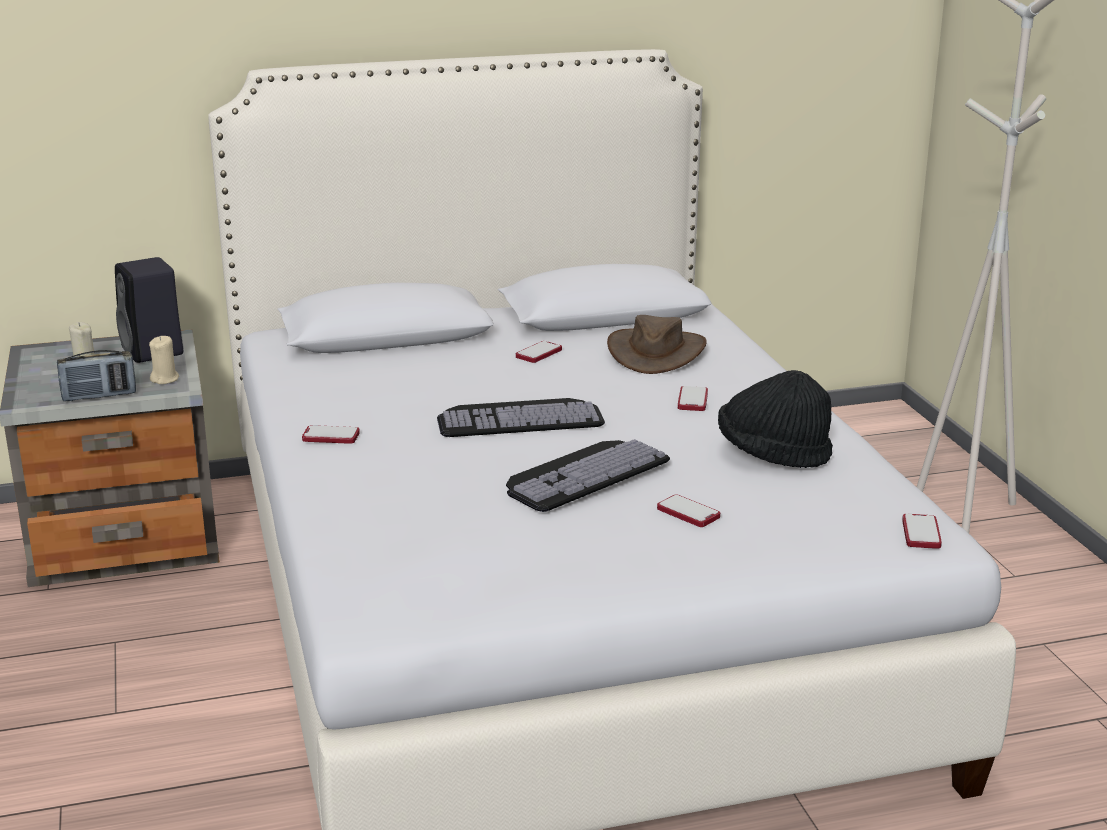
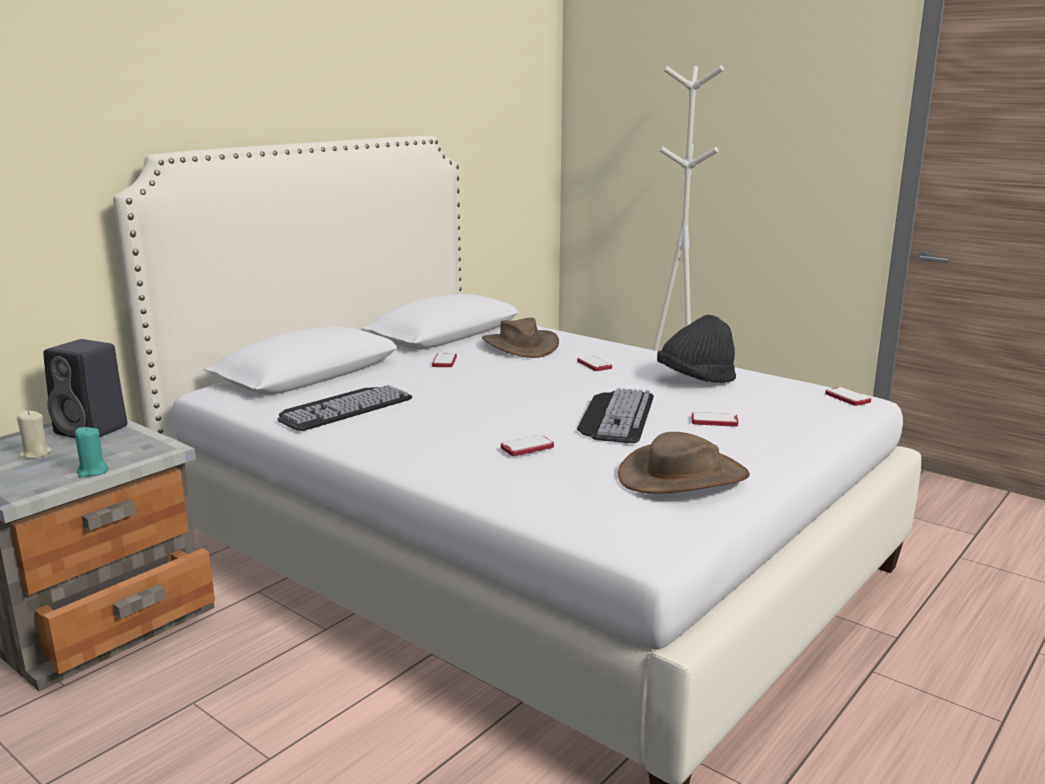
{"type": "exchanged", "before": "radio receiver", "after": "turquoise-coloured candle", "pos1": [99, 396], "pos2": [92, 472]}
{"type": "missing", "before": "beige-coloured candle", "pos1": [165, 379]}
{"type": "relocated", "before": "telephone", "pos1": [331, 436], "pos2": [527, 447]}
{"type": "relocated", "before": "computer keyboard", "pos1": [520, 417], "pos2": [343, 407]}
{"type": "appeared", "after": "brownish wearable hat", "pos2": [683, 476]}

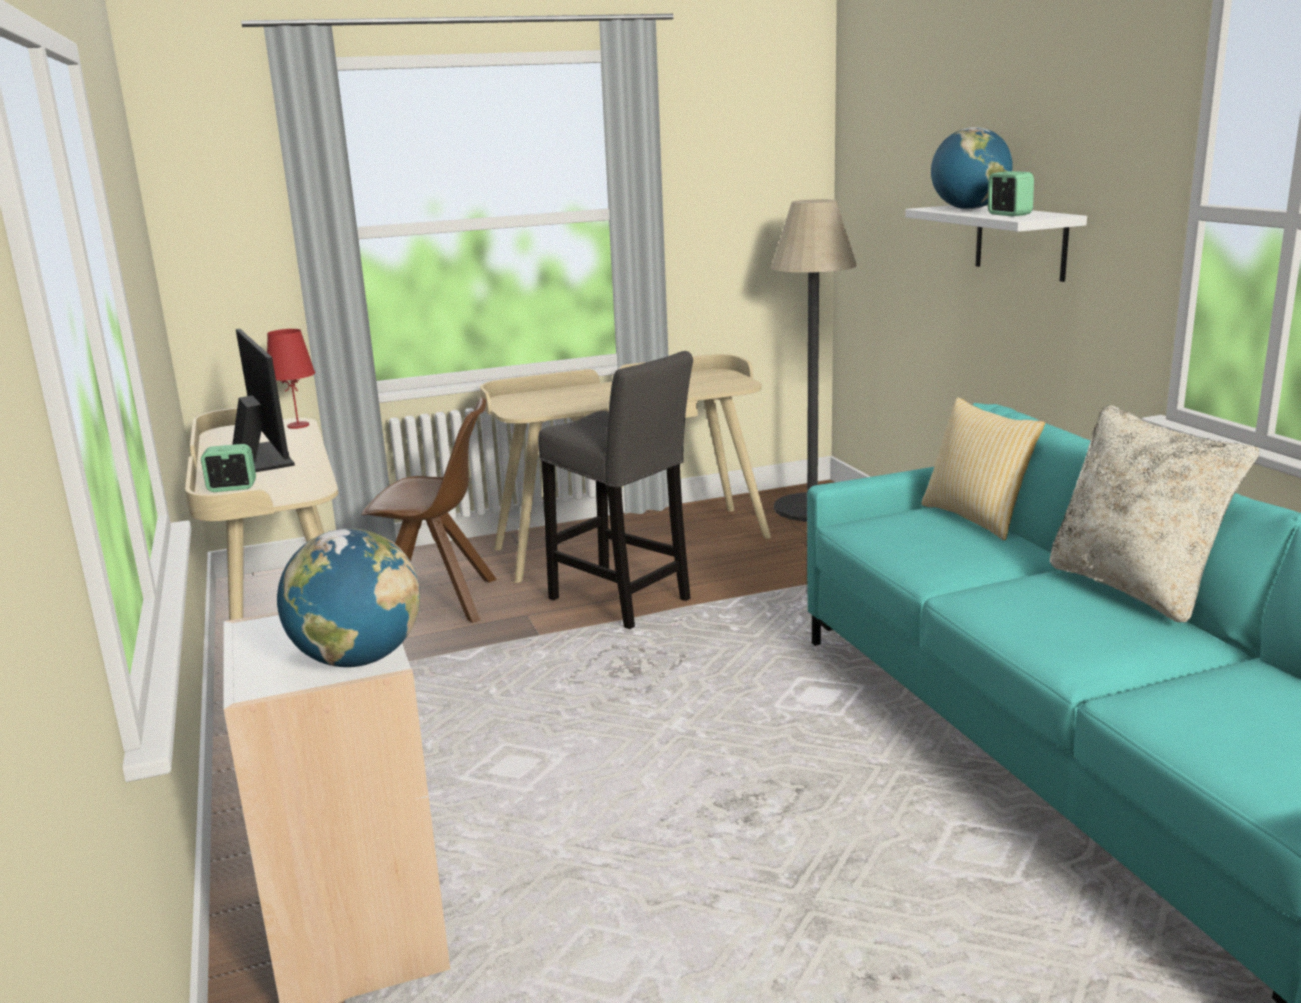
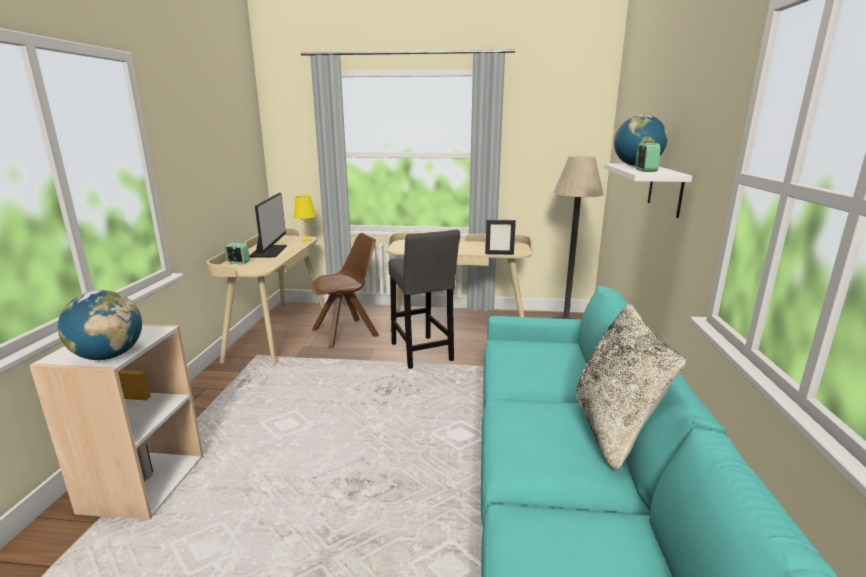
{"type": "colour", "before": "red tabletop lamp", "after": "yellow tabletop lamp", "pos1": [298, 425], "pos2": [307, 240]}
{"type": "spun", "before": "brownish chair", "pos1": [439, 601], "pos2": [347, 332], "turn": -60}
{"type": "missing", "before": "pillow", "pos1": [977, 518]}
{"type": "appeared", "after": "picture frame", "pos2": [499, 253]}

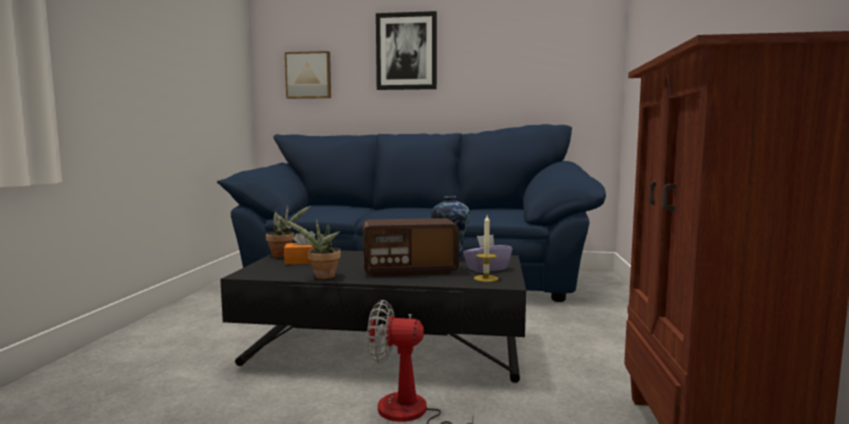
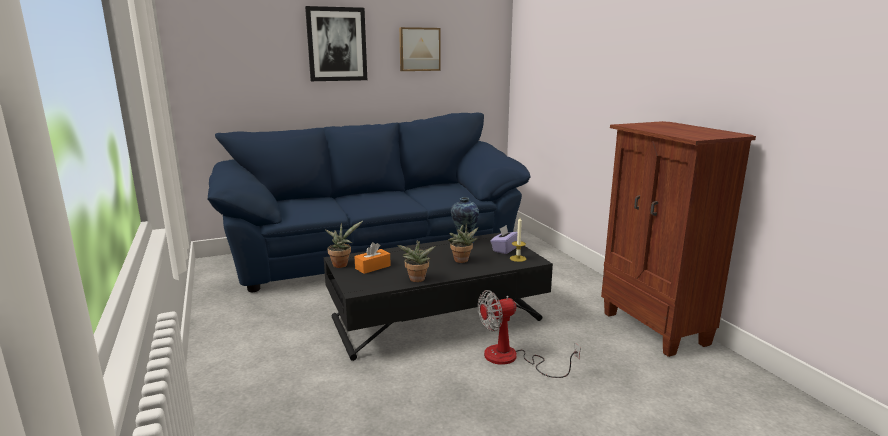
{"type": "relocated", "before": "picture", "pos1": [309, 75], "pos2": [419, 49]}
{"type": "exchanged", "before": "radio receiver", "after": "houseplant", "pos1": [409, 270], "pos2": [462, 261]}

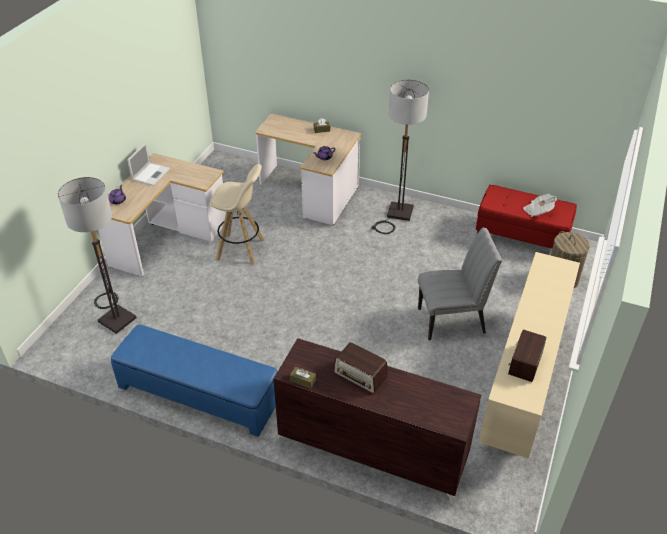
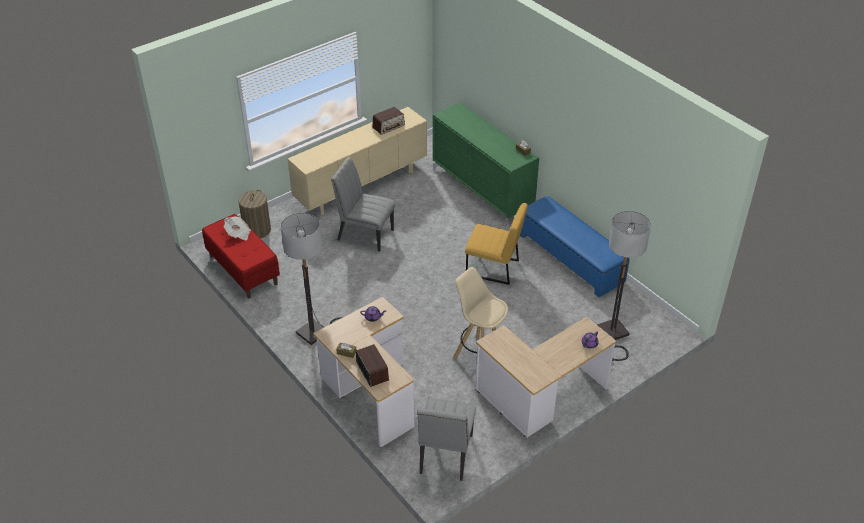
{"type": "missing", "before": "laptop", "pos1": [151, 174]}
{"type": "colour", "before": "brownish drawer chest", "after": "green-coloured drawer chest", "pos1": [372, 452], "pos2": [482, 190]}
{"type": "relocated", "before": "radio receiver", "pos1": [360, 375], "pos2": [372, 371]}
{"type": "appeared", "after": "gray chair", "pos2": [446, 453]}
{"type": "appeared", "after": "yellow chair", "pos2": [494, 268]}

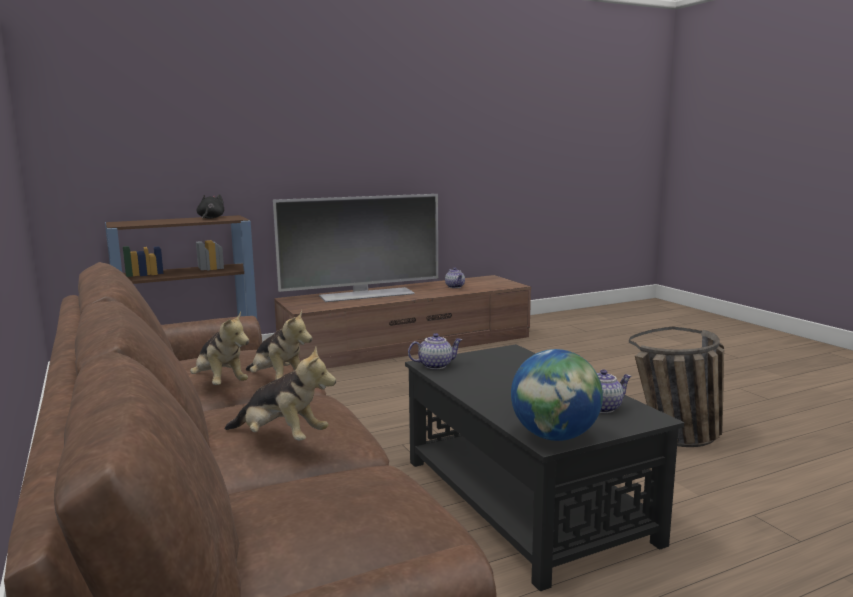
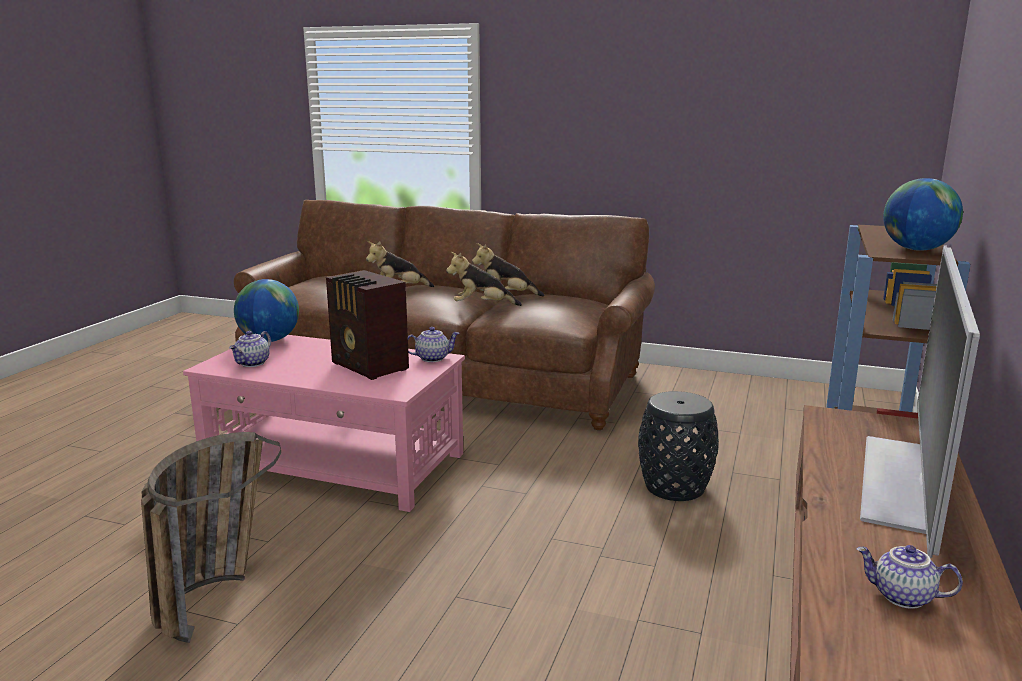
{"type": "exchanged", "before": "black-coloured plush toy", "after": "globe", "pos1": [210, 218], "pos2": [916, 249]}
{"type": "colour", "before": "black-coloured lounge table", "after": "pink lounge table", "pos1": [523, 498], "pos2": [336, 463]}
{"type": "spun", "before": "teapot", "pos1": [435, 365], "pos2": [432, 358], "turn": -135}
{"type": "appeared", "after": "radio receiver", "pos2": [369, 367]}
{"type": "appeared", "after": "black-coloured stool seat", "pos2": [675, 487]}

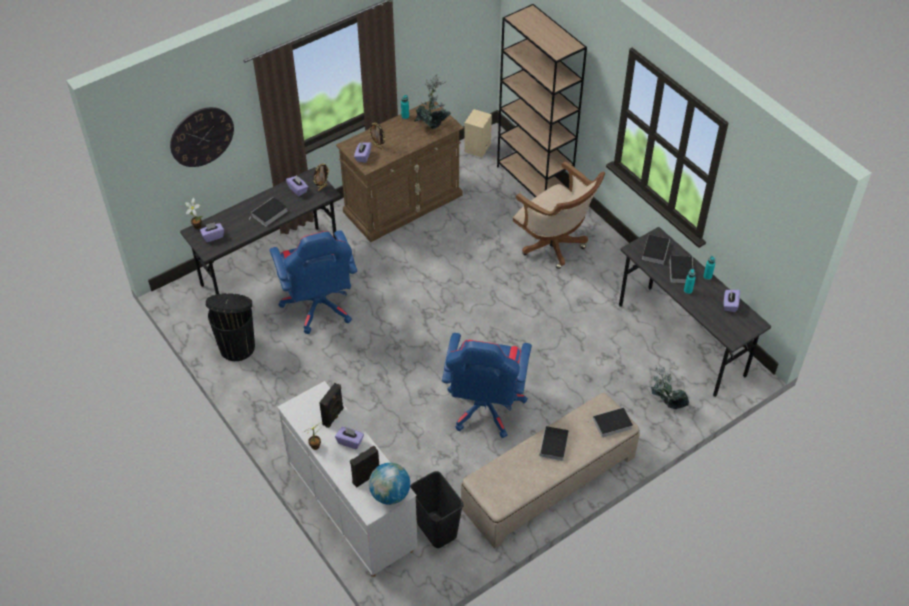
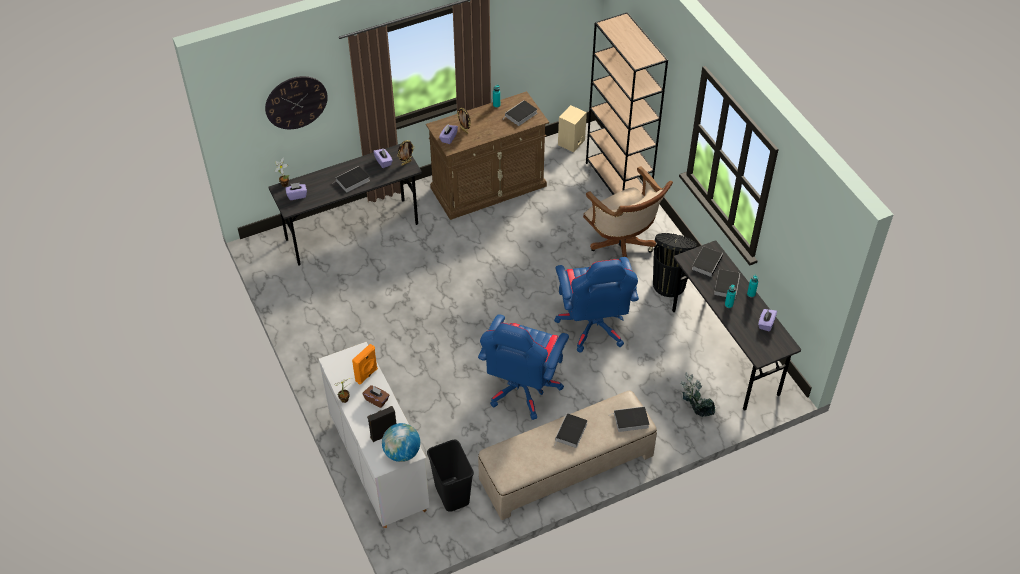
{"type": "relocated", "before": "black-coloured rubbish bin", "pos1": [237, 346], "pos2": [669, 283]}
{"type": "relocated", "before": "blue computer chair", "pos1": [318, 305], "pos2": [593, 325]}
{"type": "colour", "before": "black-coloured audio speaker", "after": "orange audio speaker", "pos1": [333, 416], "pos2": [367, 375]}
{"type": "colour", "before": "purple-coloured tissue holder", "after": "brownish tissue holder", "pos1": [350, 441], "pos2": [377, 400]}
{"type": "exchanged", "before": "houseplant", "after": "bound book", "pos1": [432, 124], "pos2": [520, 115]}

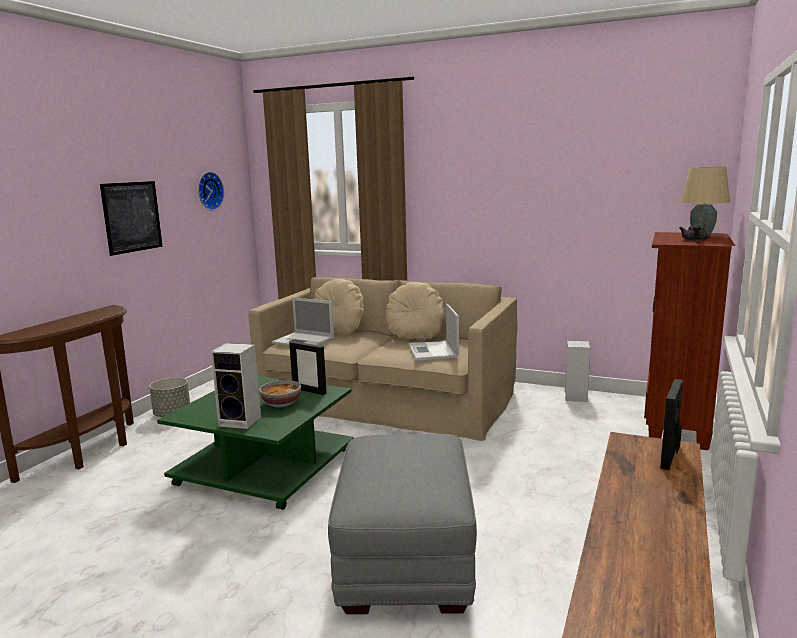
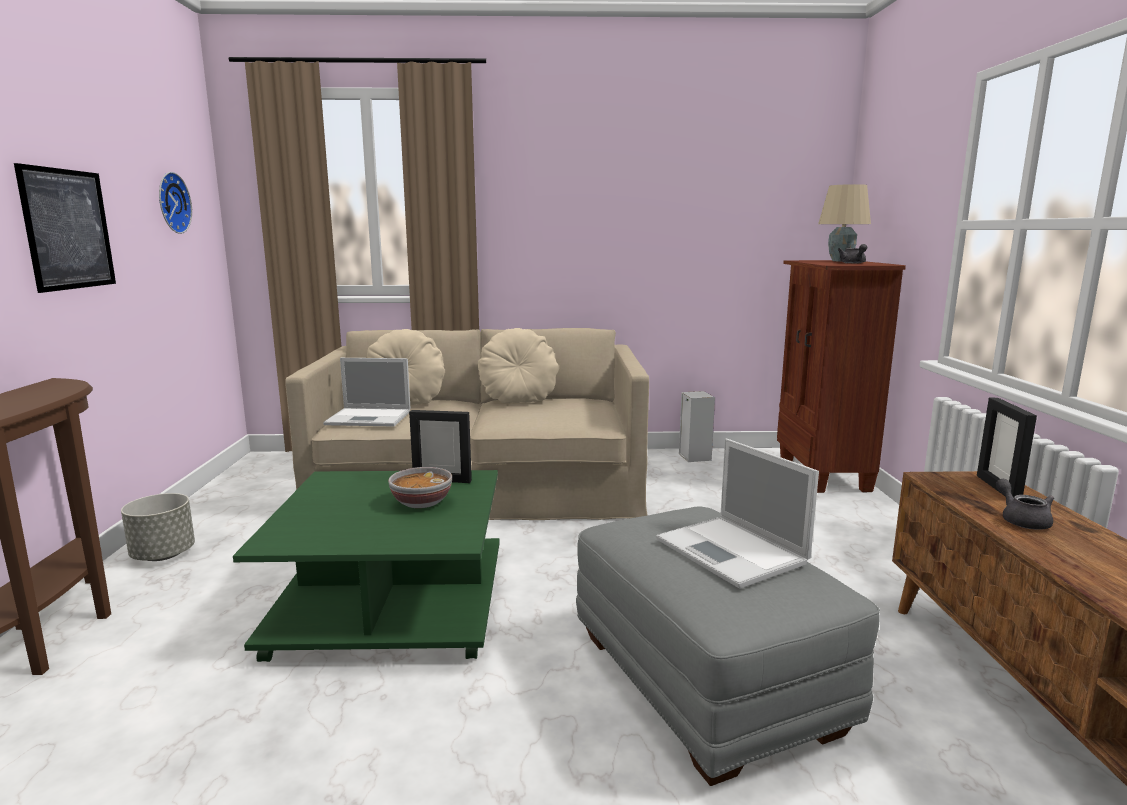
{"type": "missing", "before": "audio speaker", "pos1": [242, 421]}
{"type": "relocated", "before": "laptop", "pos1": [433, 351], "pos2": [733, 552]}
{"type": "appeared", "after": "gray teapot", "pos2": [1022, 520]}

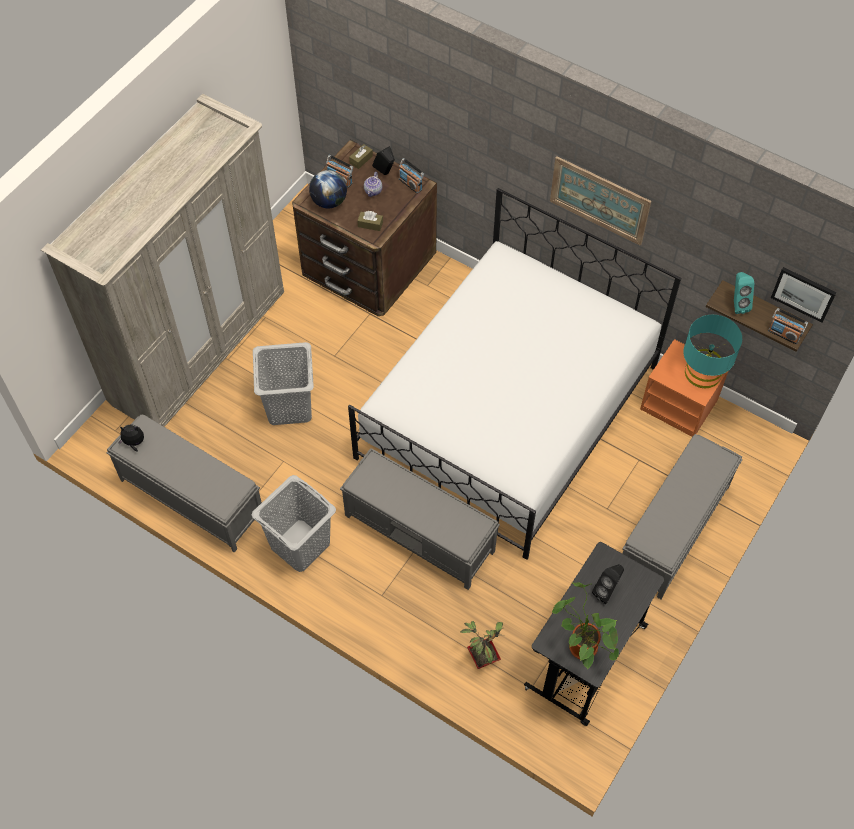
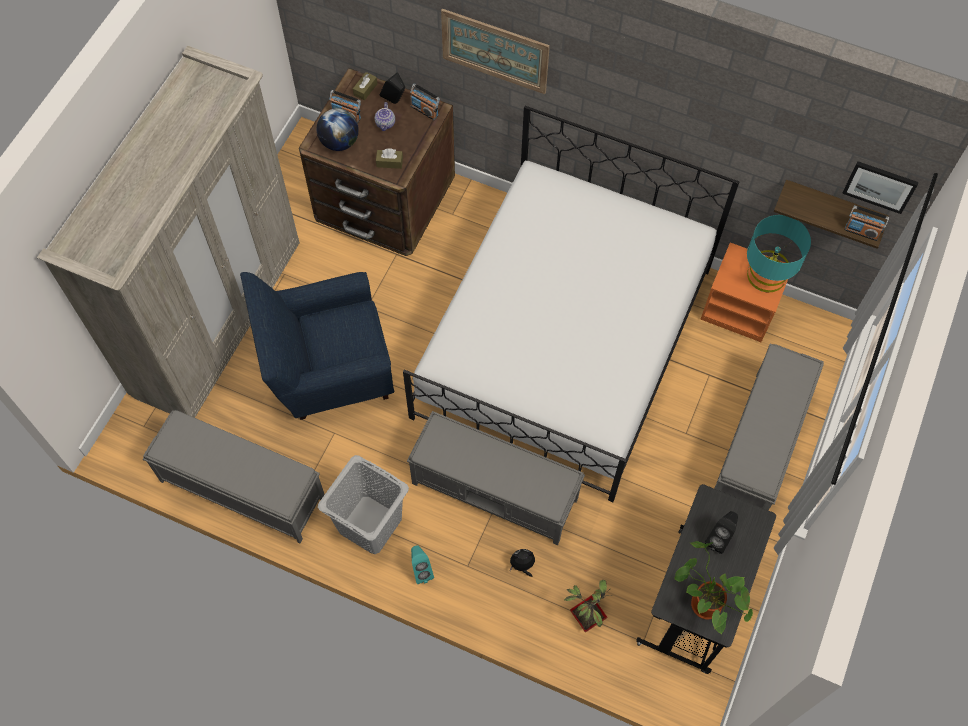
{"type": "relocated", "before": "plush toy", "pos1": [134, 443], "pos2": [522, 565]}
{"type": "exchanged", "before": "gray hamper", "after": "blue easy chair", "pos1": [289, 406], "pos2": [329, 370]}
{"type": "relocated", "before": "picture", "pos1": [599, 200], "pos2": [495, 51]}
{"type": "relocated", "before": "turquoise-coloured audio speaker", "pos1": [737, 304], "pos2": [421, 570]}

